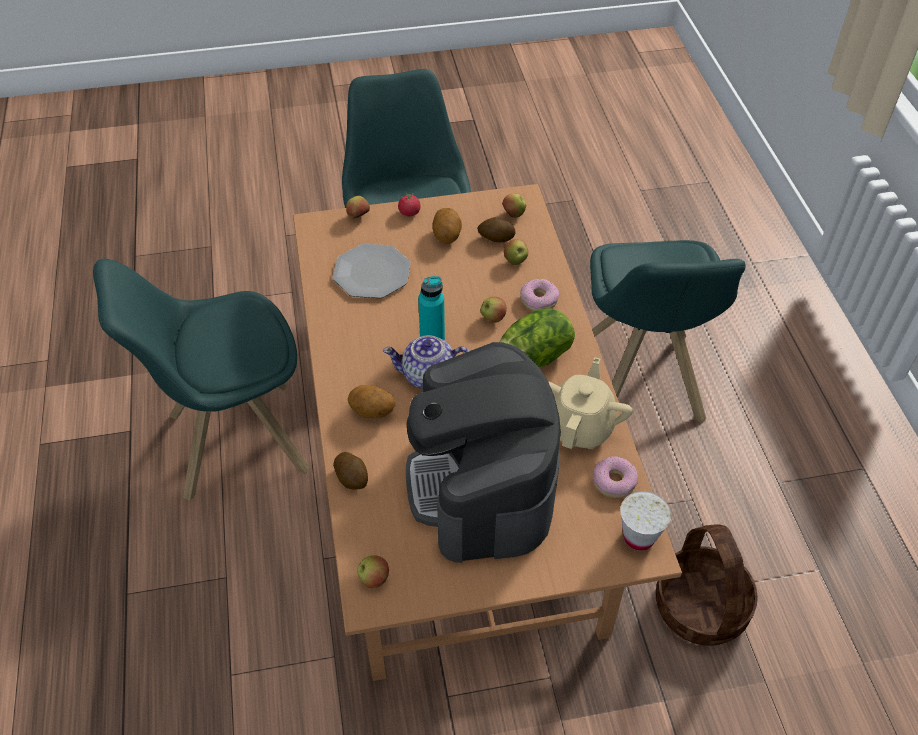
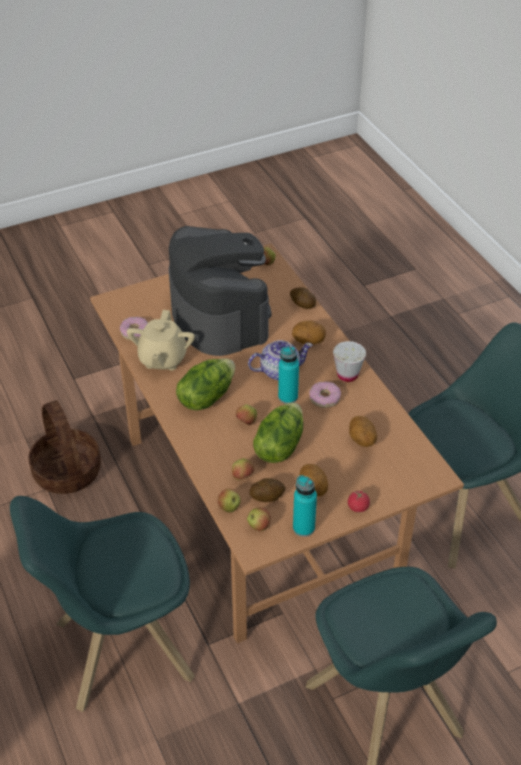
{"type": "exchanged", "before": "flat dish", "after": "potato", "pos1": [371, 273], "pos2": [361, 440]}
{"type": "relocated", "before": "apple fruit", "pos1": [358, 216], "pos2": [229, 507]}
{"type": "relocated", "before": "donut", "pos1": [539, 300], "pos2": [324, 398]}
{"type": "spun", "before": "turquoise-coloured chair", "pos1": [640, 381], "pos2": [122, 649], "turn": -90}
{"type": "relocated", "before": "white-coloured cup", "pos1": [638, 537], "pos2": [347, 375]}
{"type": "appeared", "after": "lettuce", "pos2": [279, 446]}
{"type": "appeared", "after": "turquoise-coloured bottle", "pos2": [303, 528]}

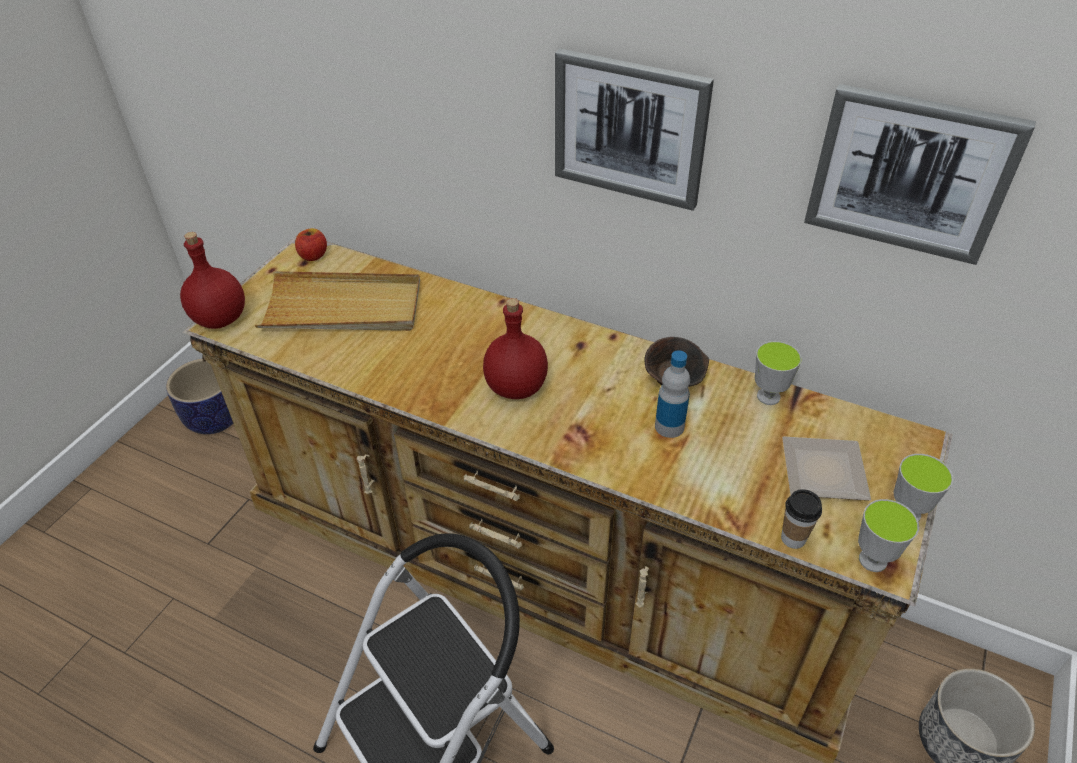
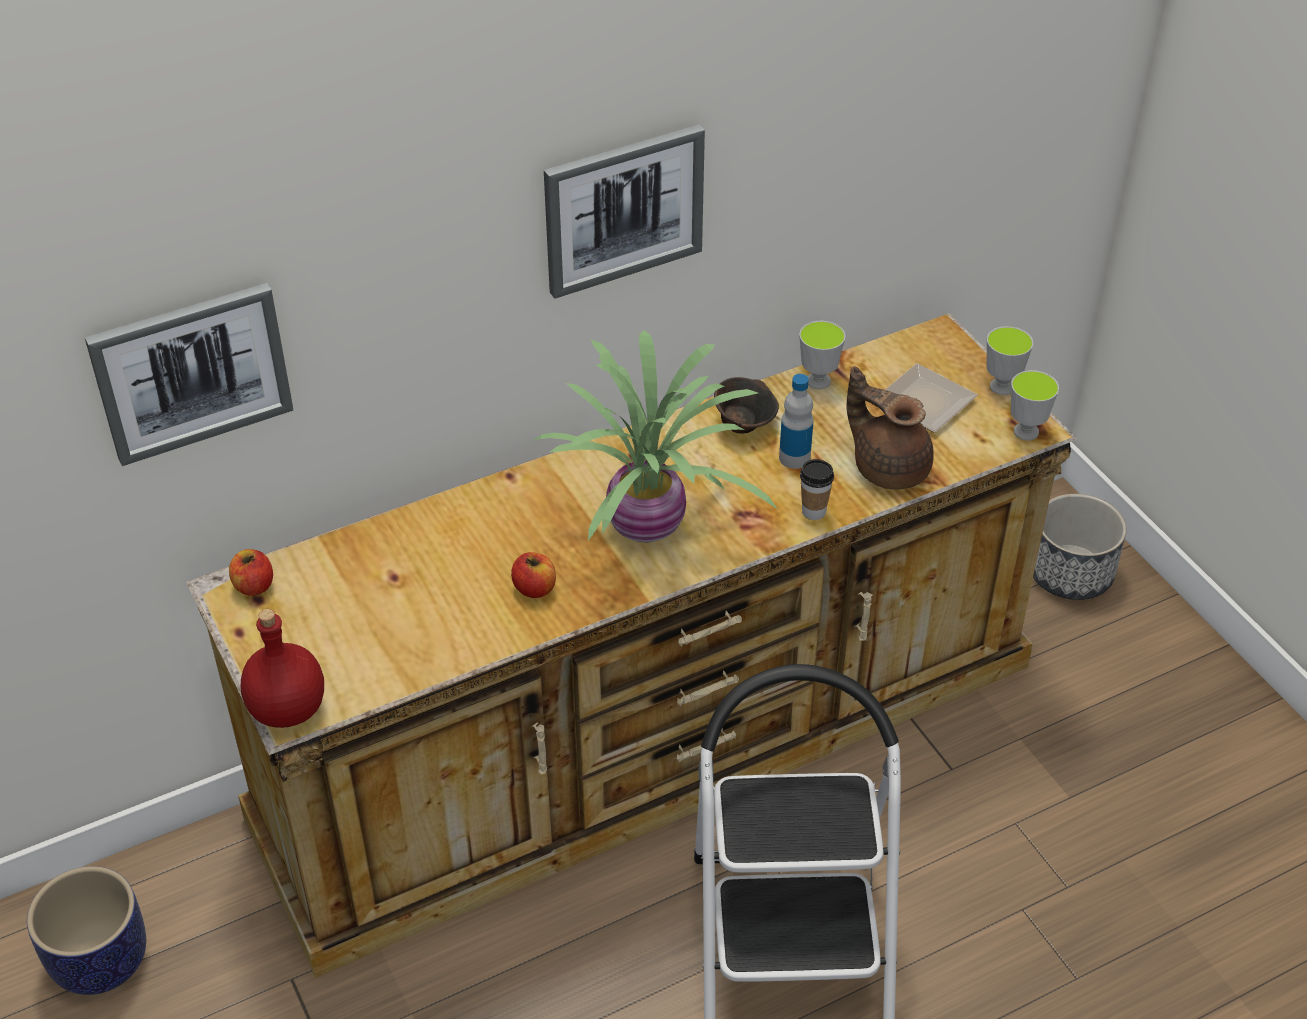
{"type": "missing", "before": "beige-coloured tray", "pos1": [343, 308]}
{"type": "exchanged", "before": "red bottle", "after": "houseplant", "pos1": [515, 388], "pos2": [648, 528]}
{"type": "relocated", "before": "cup", "pos1": [793, 538], "pos2": [813, 511]}
{"type": "relocated", "before": "picture", "pos1": [910, 173], "pos2": [191, 371]}
{"type": "appeared", "after": "apple fruit", "pos2": [534, 588]}
{"type": "appeared", "after": "brownish teapot", "pos2": [888, 467]}

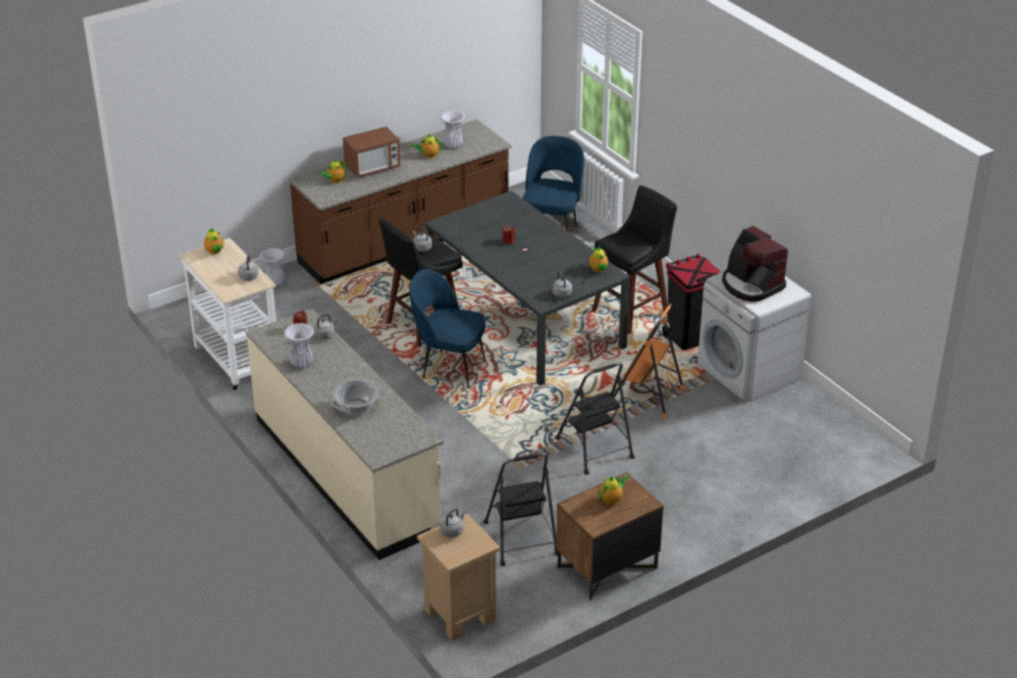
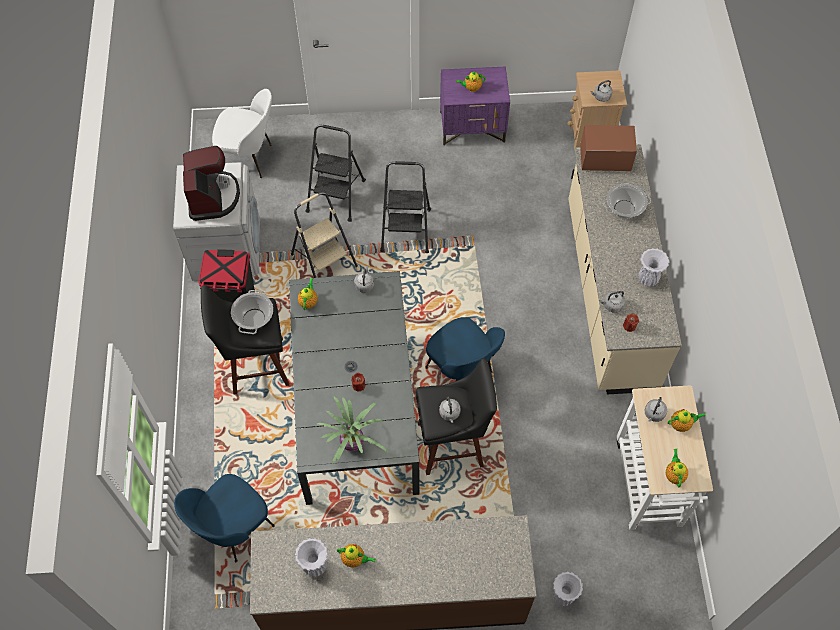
{"type": "relocated", "before": "teapot", "pos1": [335, 181], "pos2": [681, 424]}
{"type": "relocated", "before": "microwave oven", "pos1": [372, 168], "pos2": [605, 159]}
{"type": "relocated", "before": "black-coloured step stool", "pos1": [521, 539], "pos2": [336, 193]}
{"type": "colour", "before": "brownish nightstand", "after": "purple-coloured nightstand", "pos1": [606, 568], "pos2": [473, 127]}
{"type": "colour", "before": "orange step stool", "after": "beige-coloured step stool", "pos1": [649, 395], "pos2": [323, 260]}
{"type": "appeared", "after": "white-coloured chair", "pos2": [251, 159]}
{"type": "appeared", "after": "saucepot", "pos2": [254, 318]}
{"type": "appeared", "after": "houseplant", "pos2": [353, 443]}

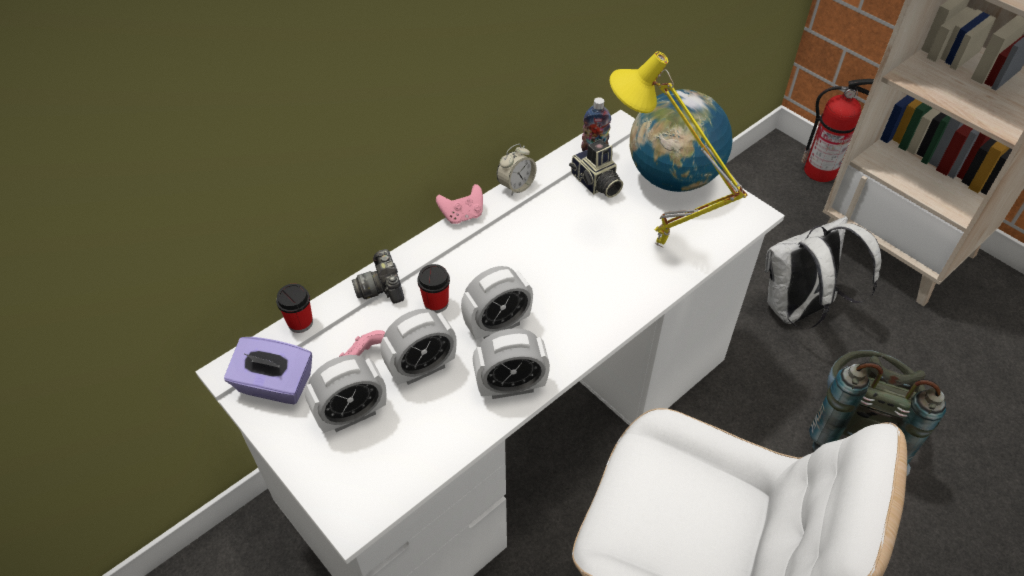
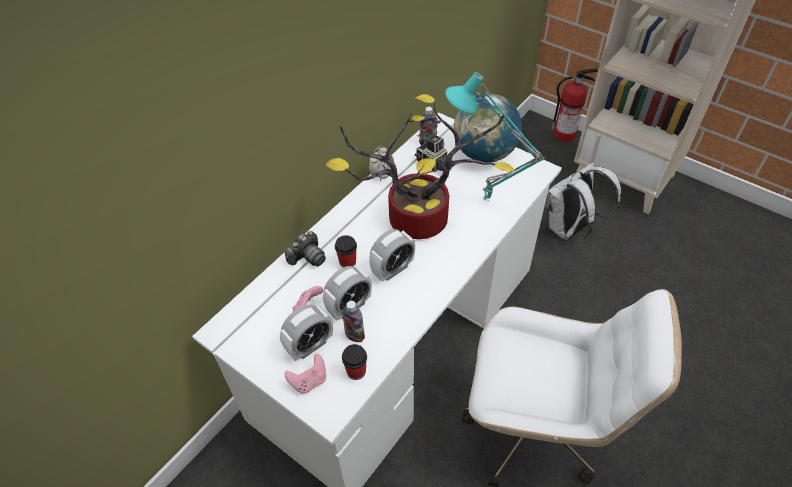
{"type": "missing", "before": "purple-coloured tissue holder", "pos1": [275, 385]}
{"type": "relocated", "before": "cup", "pos1": [300, 323], "pos2": [356, 371]}
{"type": "spun", "before": "still camera", "pos1": [382, 287], "pos2": [307, 257], "turn": -105}
{"type": "relocated", "before": "pink game controller", "pos1": [462, 215], "pos2": [309, 381]}
{"type": "missing", "before": "alarm clock", "pos1": [511, 386]}
{"type": "colour", "before": "yellow tabletop lamp", "after": "turquoise-coloured tabletop lamp", "pos1": [657, 248], "pos2": [485, 202]}
{"type": "missing", "before": "gray knapsack", "pos1": [856, 429]}
{"type": "appeared", "after": "houseplant", "pos2": [415, 223]}
{"type": "appeared", "after": "bottle", "pos2": [354, 335]}

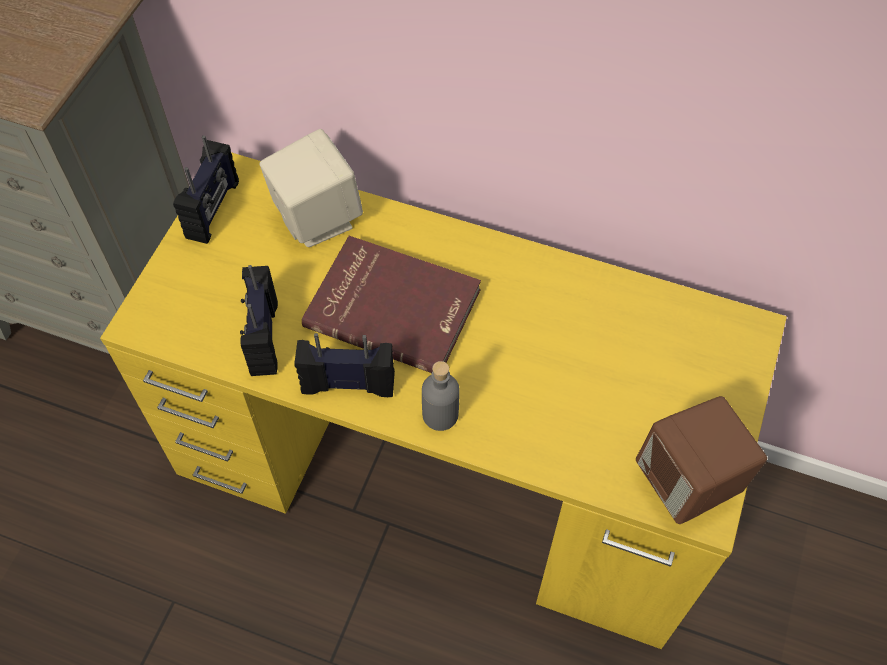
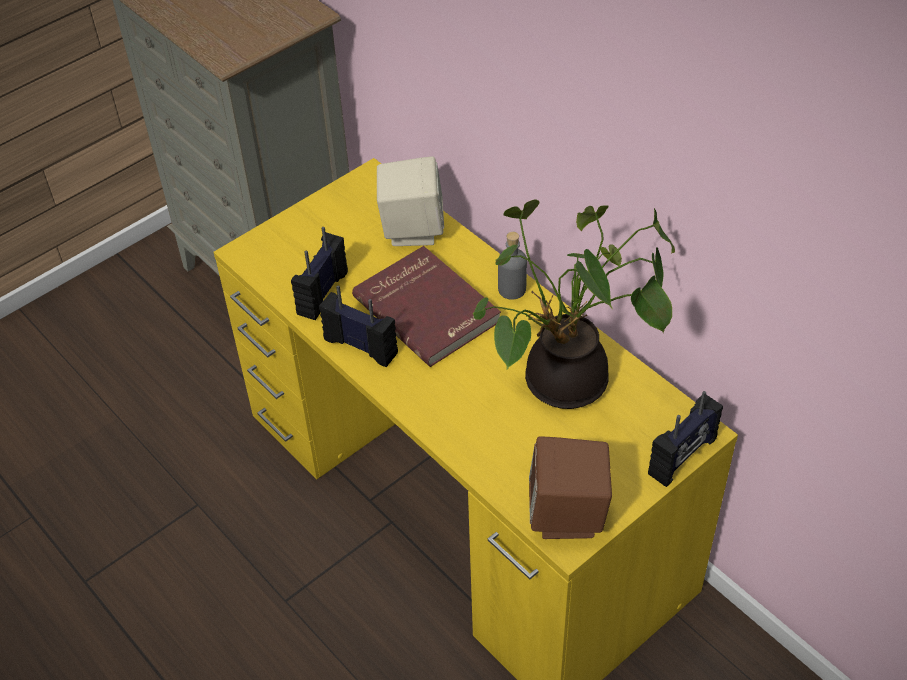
{"type": "relocated", "before": "radio receiver", "pos1": [214, 210], "pos2": [683, 457]}
{"type": "relocated", "before": "gray bottle", "pos1": [440, 415], "pos2": [512, 289]}
{"type": "appeared", "after": "houseplant", "pos2": [564, 387]}

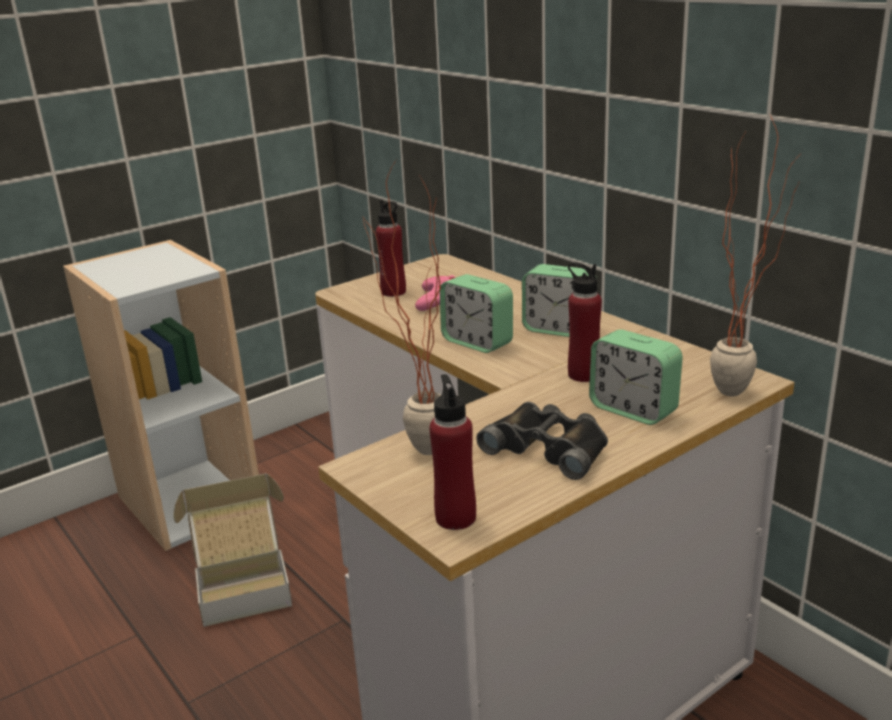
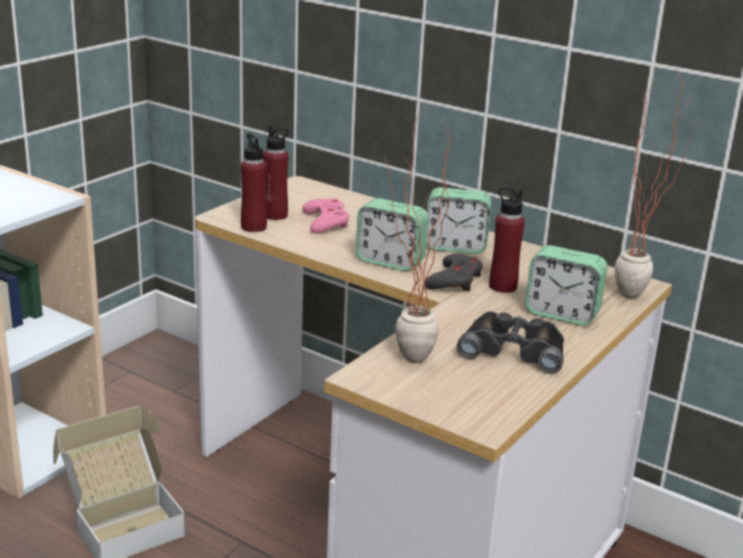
{"type": "relocated", "before": "red bottle", "pos1": [455, 517], "pos2": [253, 227]}
{"type": "appeared", "after": "gray game controller", "pos2": [454, 280]}

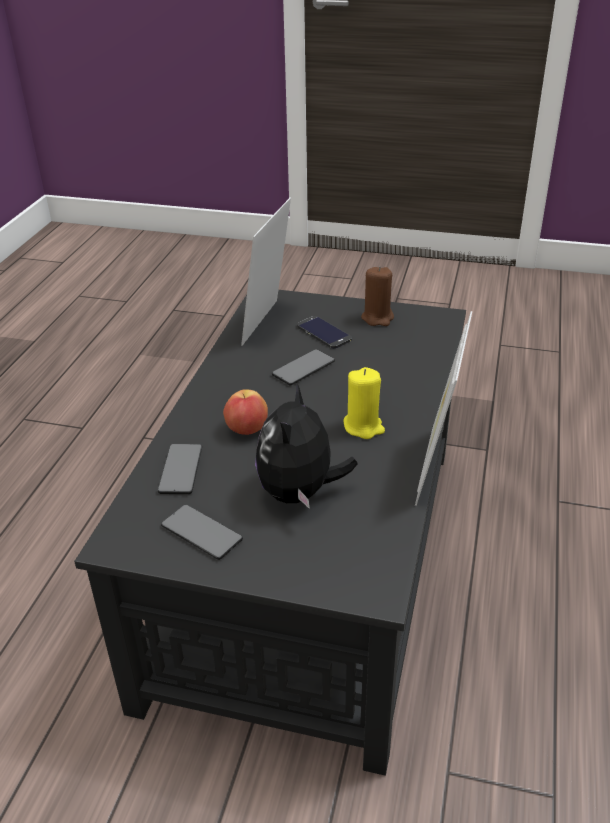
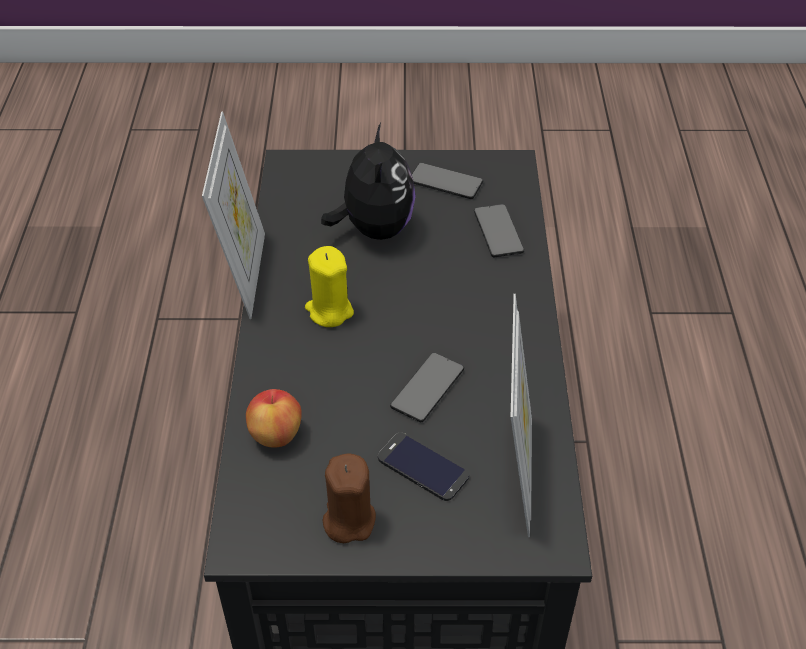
{"type": "relocated", "before": "apple fruit", "pos1": [247, 429], "pos2": [276, 434]}

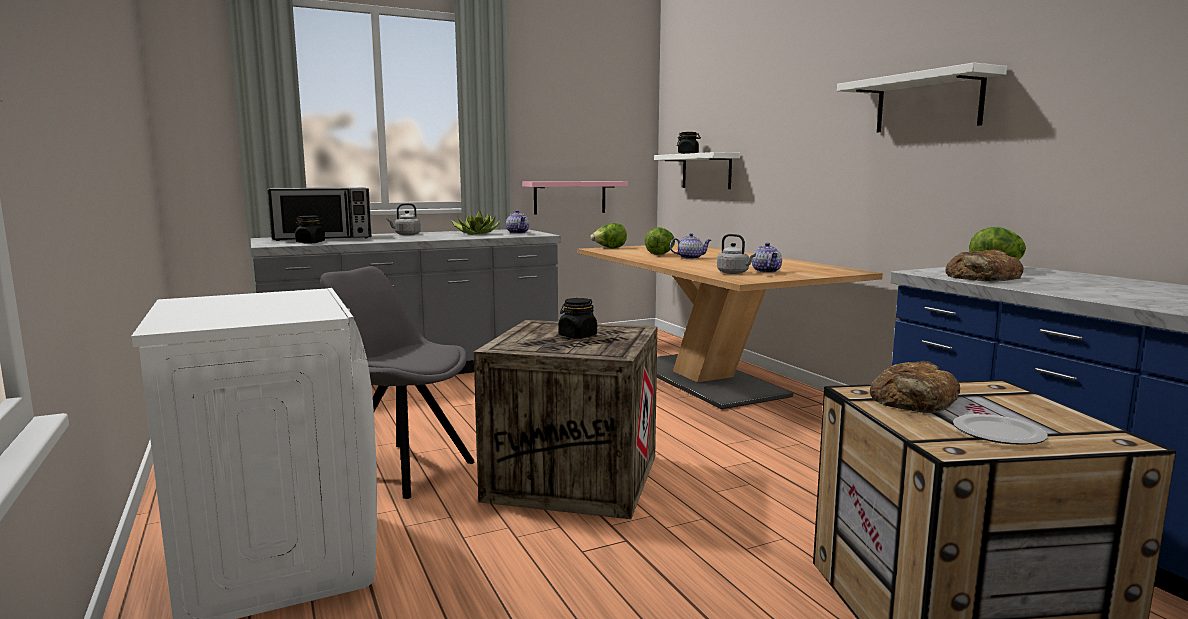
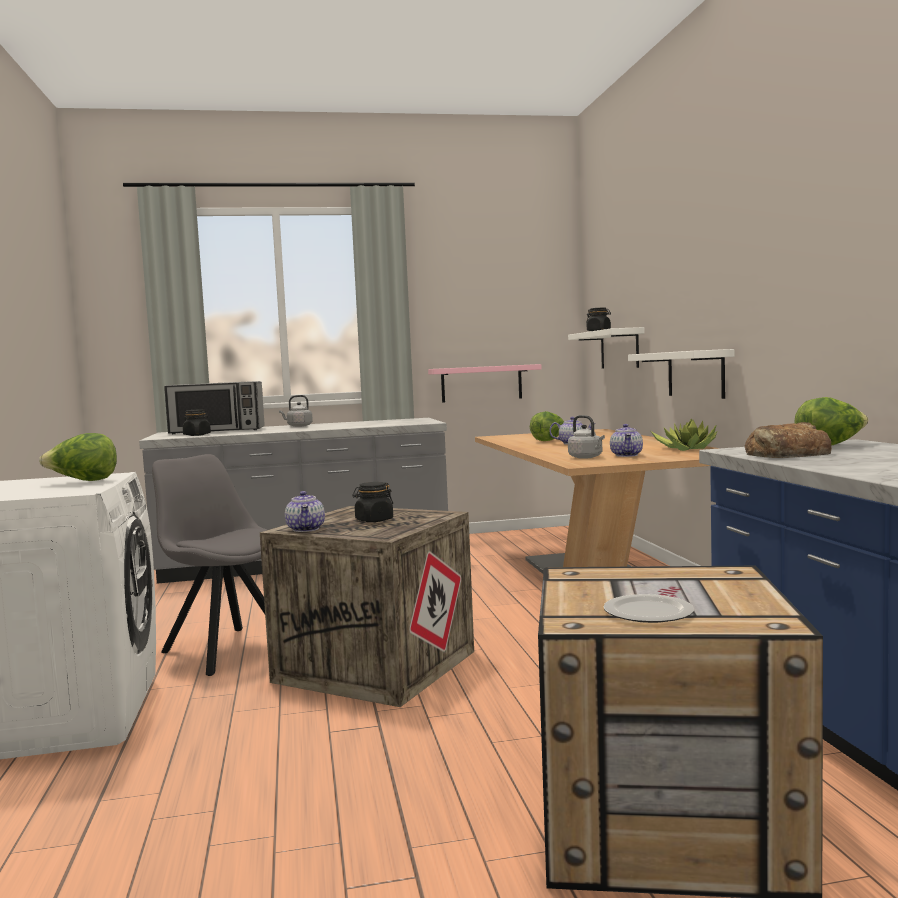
{"type": "relocated", "before": "houseplant", "pos1": [477, 233], "pos2": [687, 449]}
{"type": "relocated", "before": "teapot", "pos1": [518, 233], "pos2": [306, 529]}
{"type": "relocated", "before": "lettuce", "pos1": [609, 248], "pos2": [83, 481]}
{"type": "relocated", "before": "white-coloured wall shelf", "pos1": [928, 103], "pos2": [695, 374]}
{"type": "missing", "before": "bread", "pos1": [915, 400]}

